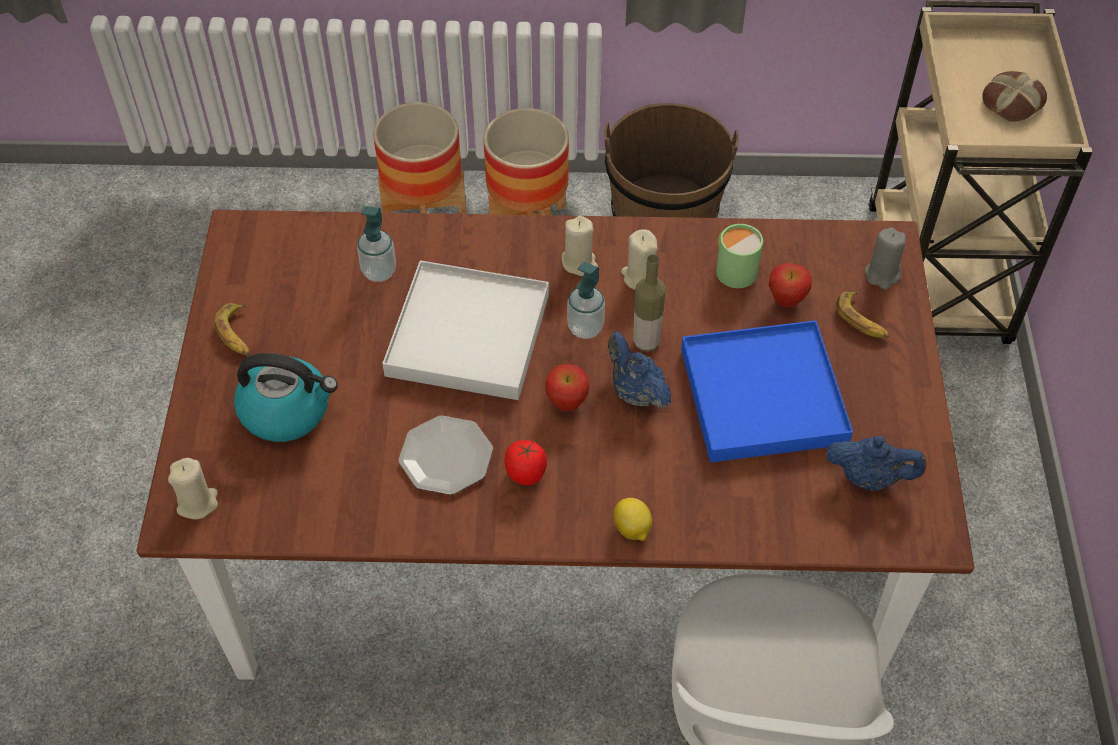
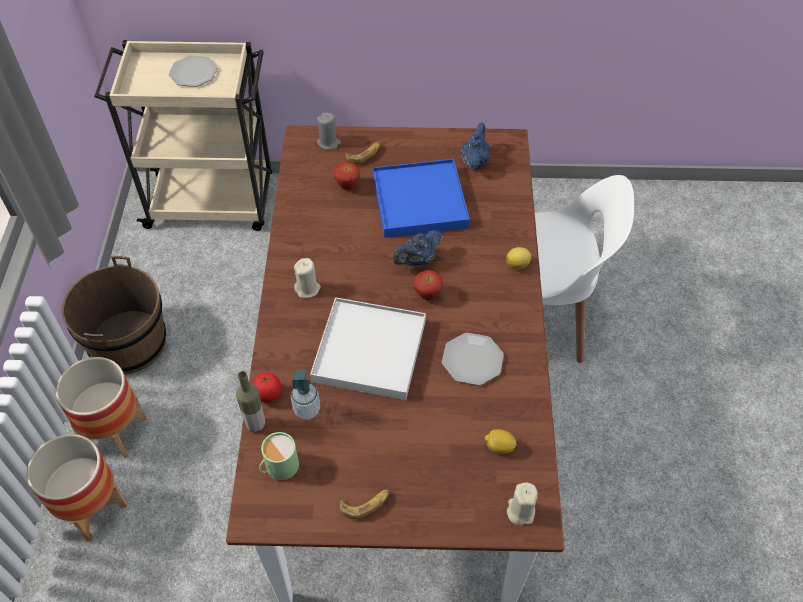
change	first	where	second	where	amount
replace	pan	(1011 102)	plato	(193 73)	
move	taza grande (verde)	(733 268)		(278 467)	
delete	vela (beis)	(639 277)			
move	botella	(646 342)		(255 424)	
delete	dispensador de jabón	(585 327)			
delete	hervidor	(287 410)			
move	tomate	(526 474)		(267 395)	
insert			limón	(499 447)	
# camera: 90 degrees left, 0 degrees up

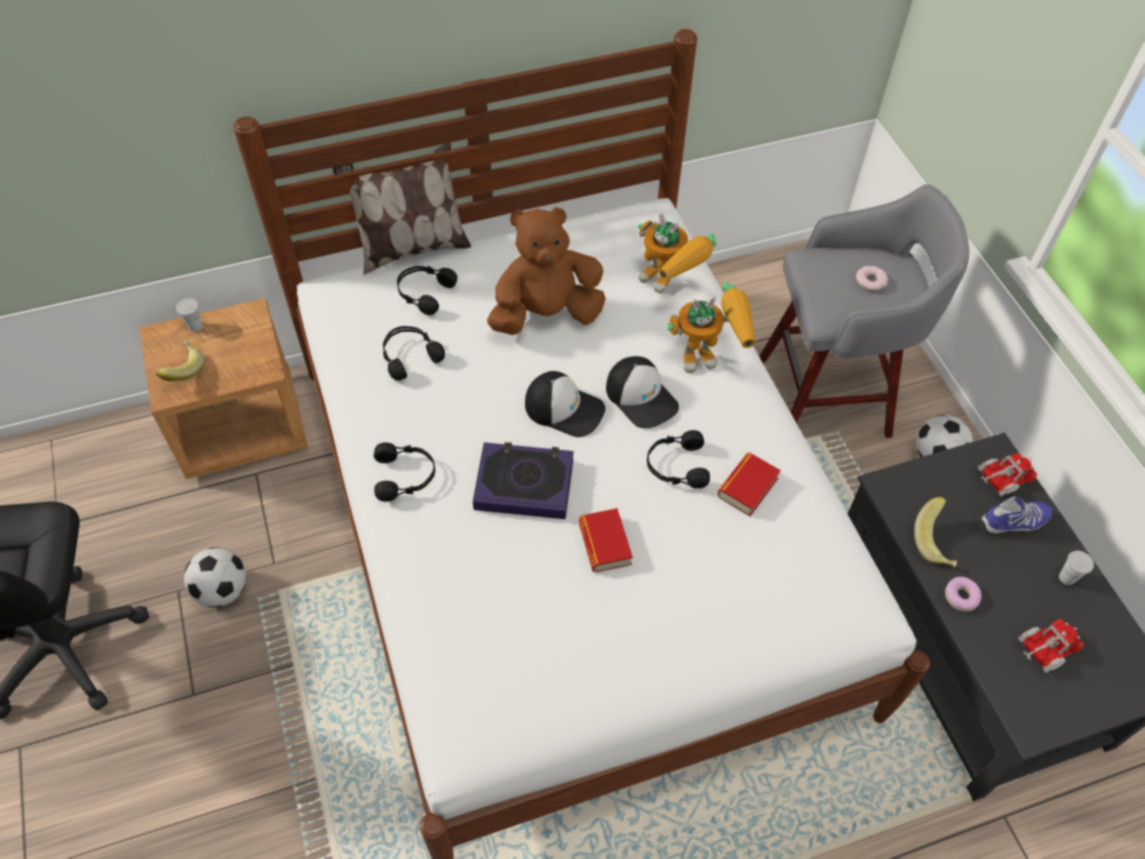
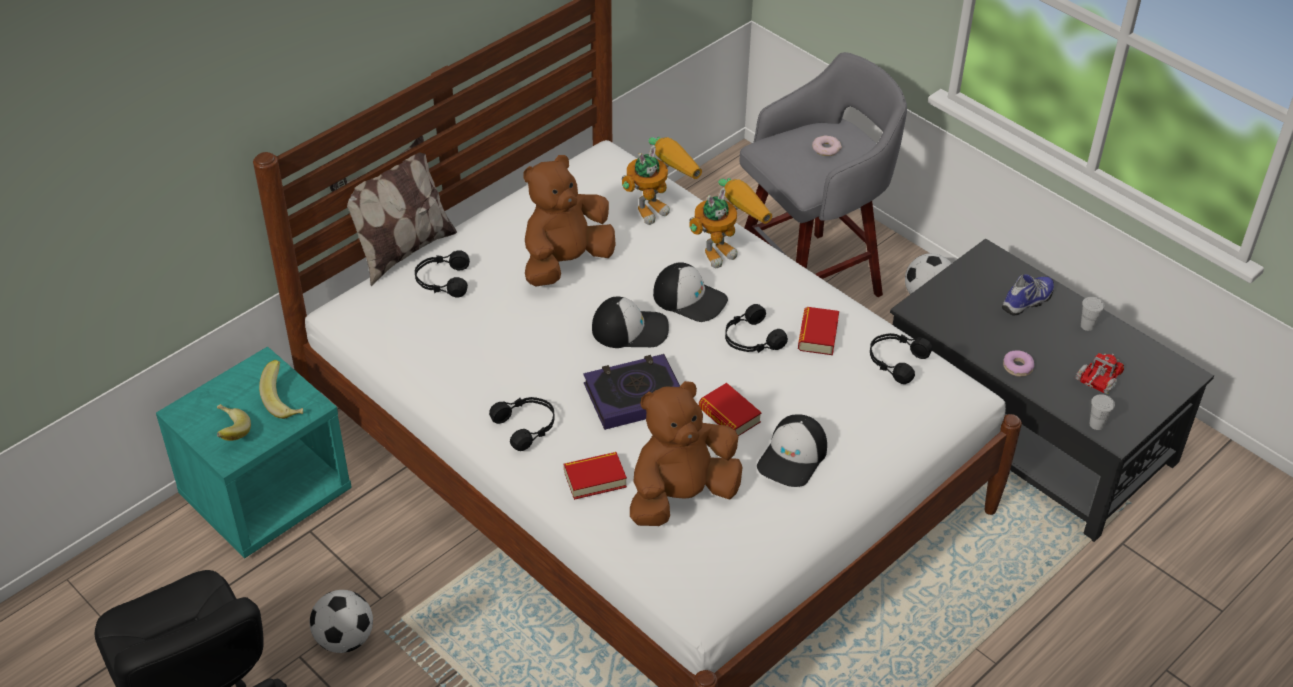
change	first	where	second	where	amount
rotate	robot de juguete	(670 284)		(658 205)	60 degrees counterclockwise
recolor	mesita de noche (marrón)	(242 426)	mesita de noche (turquesa)	(267 495)	
move	taza (blanco)	(195 326)		(1096 424)	
move	auriculares (negro)	(409 356)		(895 361)	
delete	camión de juguete	(1001 479)			
move	plátano	(936 542)		(286 402)	
insert			peluche (marrón)	(681 496)	
insert			gorra	(793 457)	
insert			libro	(595 479)	
# camera: 25 degrees left, 10 degrees down

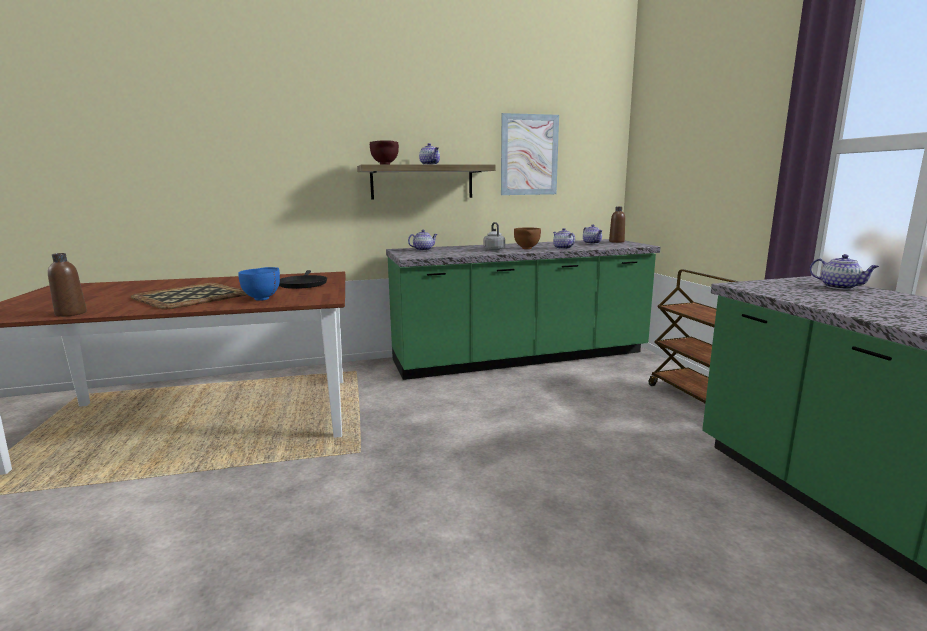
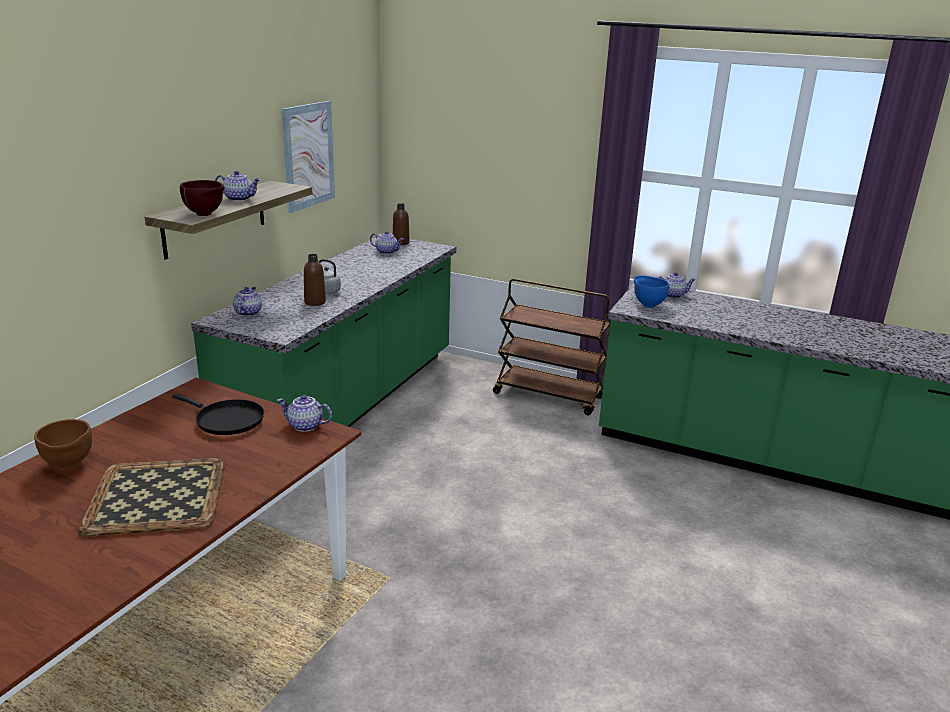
change	first	where	second	where	amount
move	cuenco (marrón)	(526 248)		(69 465)	
move	tetera	(562 248)		(304 426)	
move	botella (marrón)	(71 313)		(315 302)	
move	cuenco (azul)	(263 298)		(647 305)	
# camera: 50 degrees left, 10 degrees up

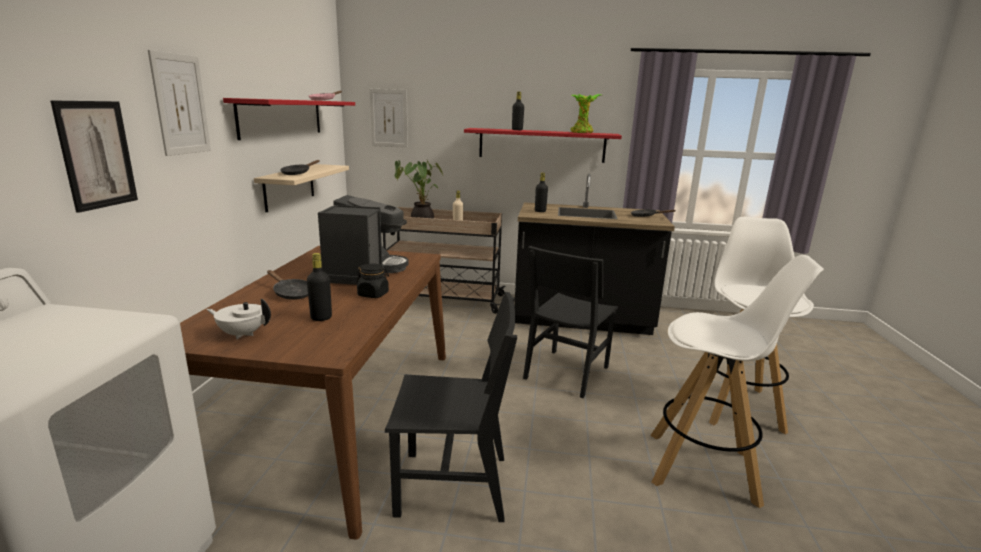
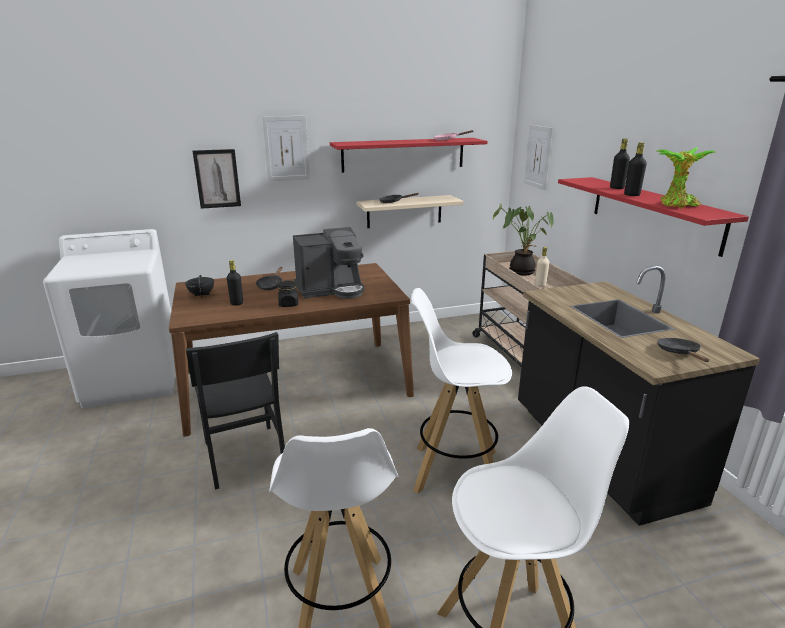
change	first	where	second	where	amount
move	botella (negro)	(540 211)		(631 195)	
replace	silla (negro)	(566 372)	taburete (blanco)	(454 471)	
recolor	tetera (blanco)	(242 334)	tetera (negro)	(202 294)	
# camera: 65 degrees right, 5 degrees up

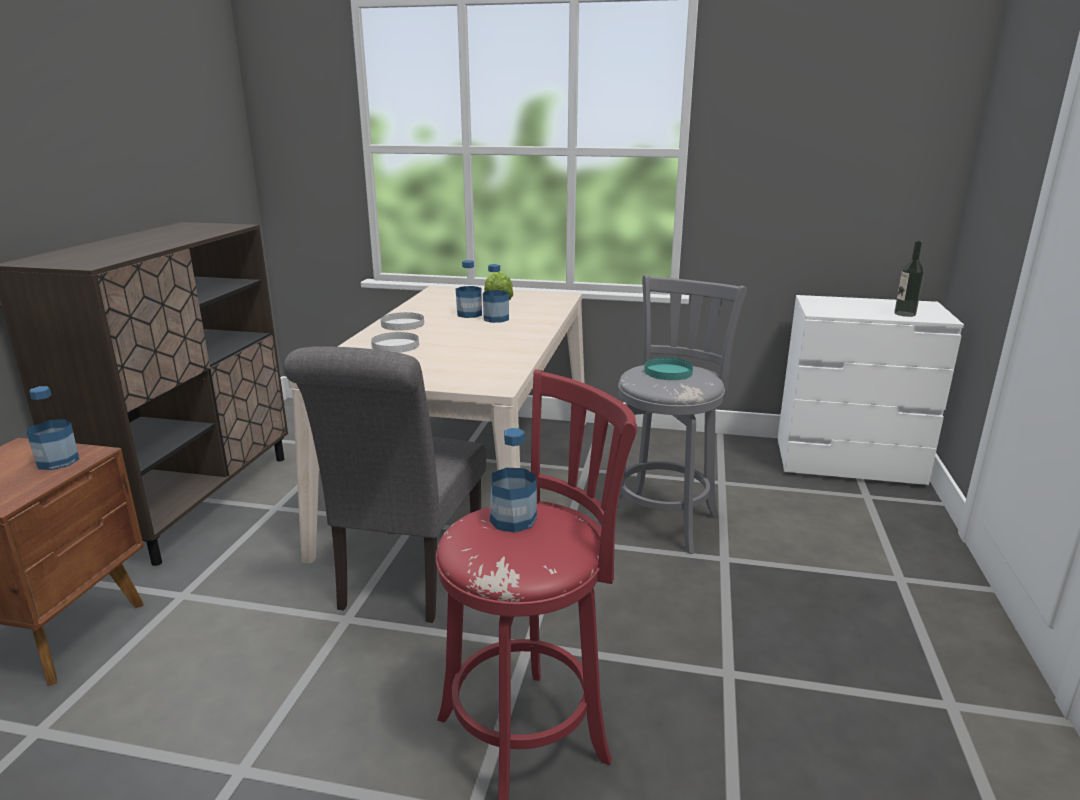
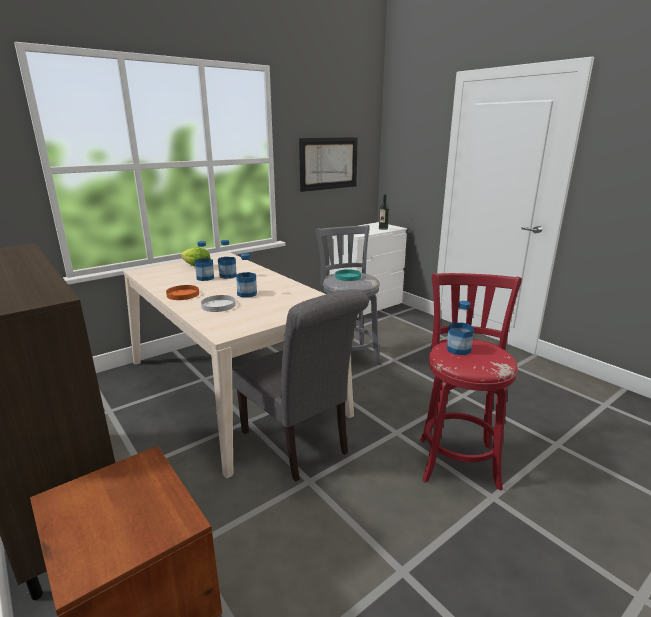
change	first	where	second	where	amount
recolor	plato (blanco)	(402 324)	plato (naranja)	(183 294)	
move	botella	(58 461)		(247 294)	
insert			cuadro	(329 163)	
# camera: 50 degrees left, 0 degrees up

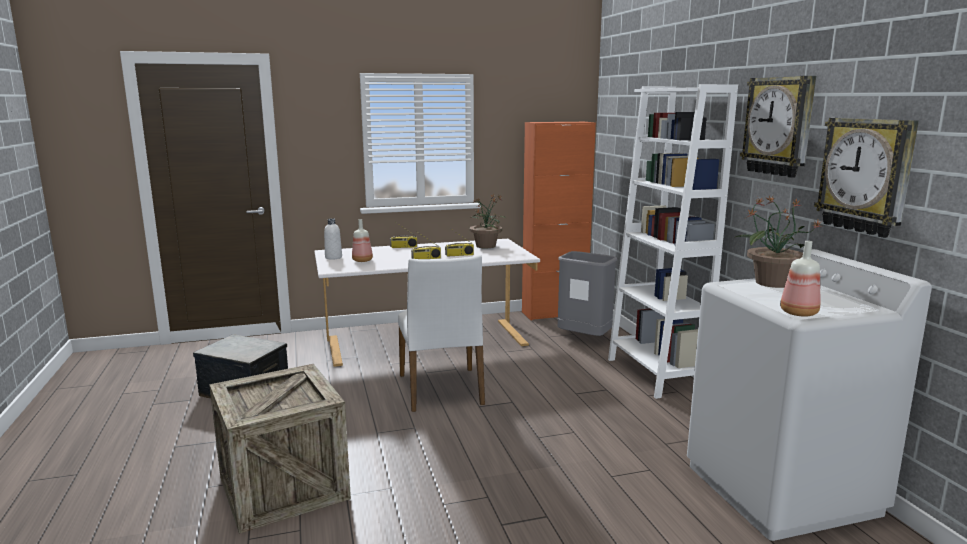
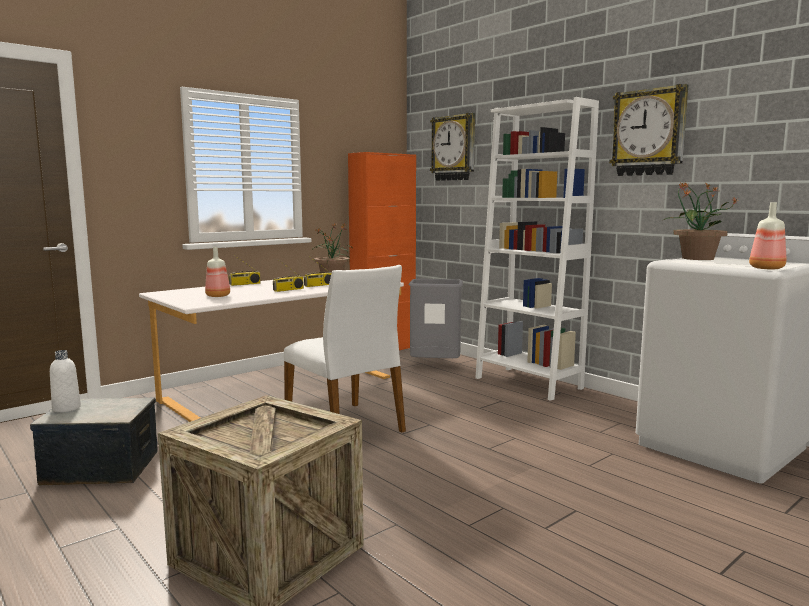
change	first	where	second	where	amount
move	reloj de pared	(866 175)		(454 148)	
move	botella (blanco)	(333 257)		(66 408)	
# camera: 25 degrees left, 5 degrees down

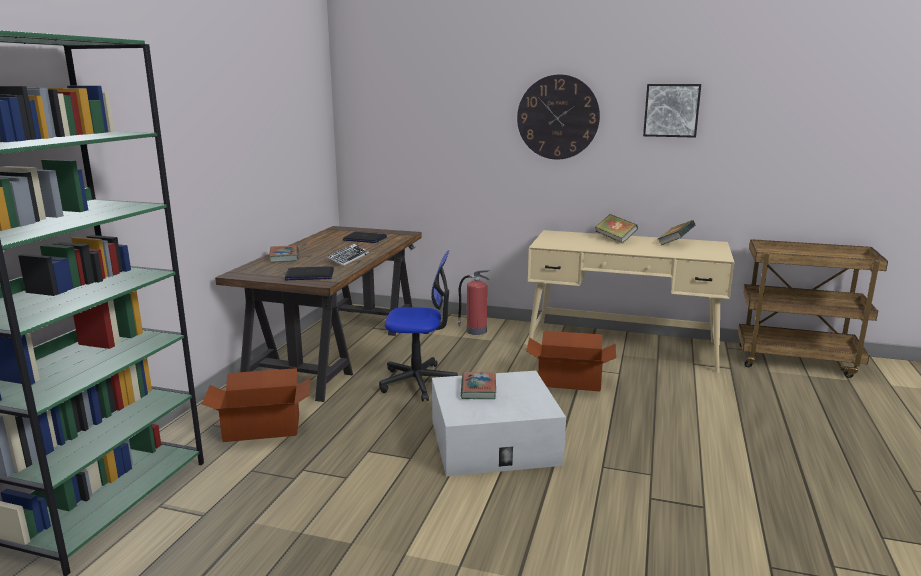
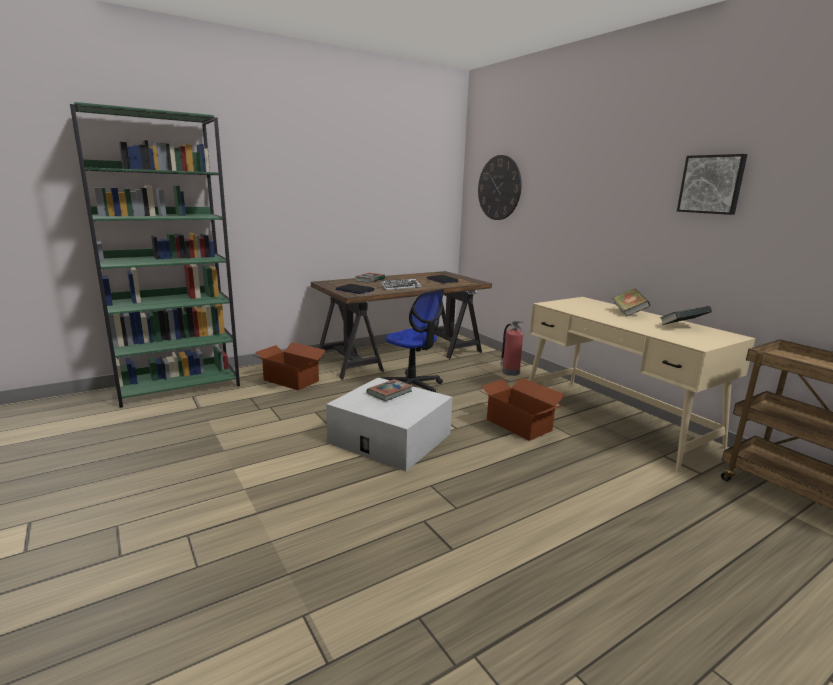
change	first	where	second	where	amount
move	reloj de pared	(558 117)		(499 188)	
# camera: 40 degrees right, 0 degrees up

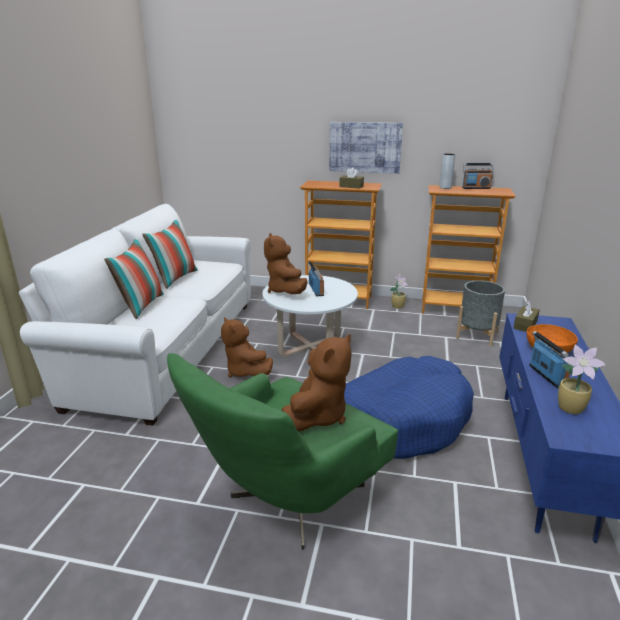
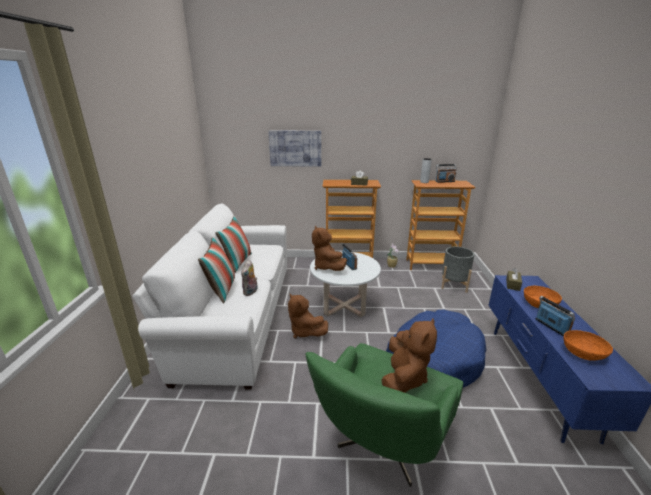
change	first	where	second	where	amount
move	cuadro	(365 147)		(295 148)	
replace	planta en maceta	(571 409)	cuenco (naranja)	(583 353)	
insert			peluche	(251 292)	
# camera: 10 degrees left, 0 degrees up

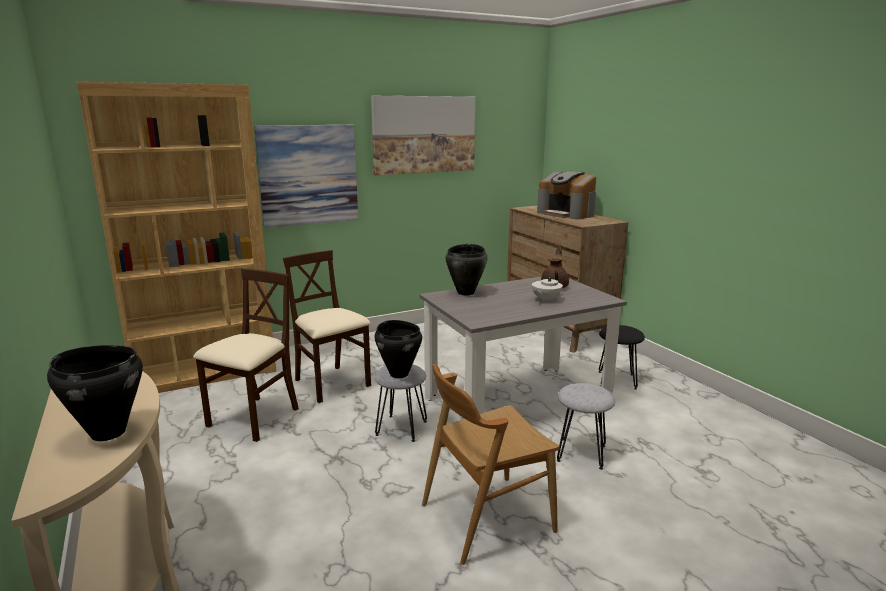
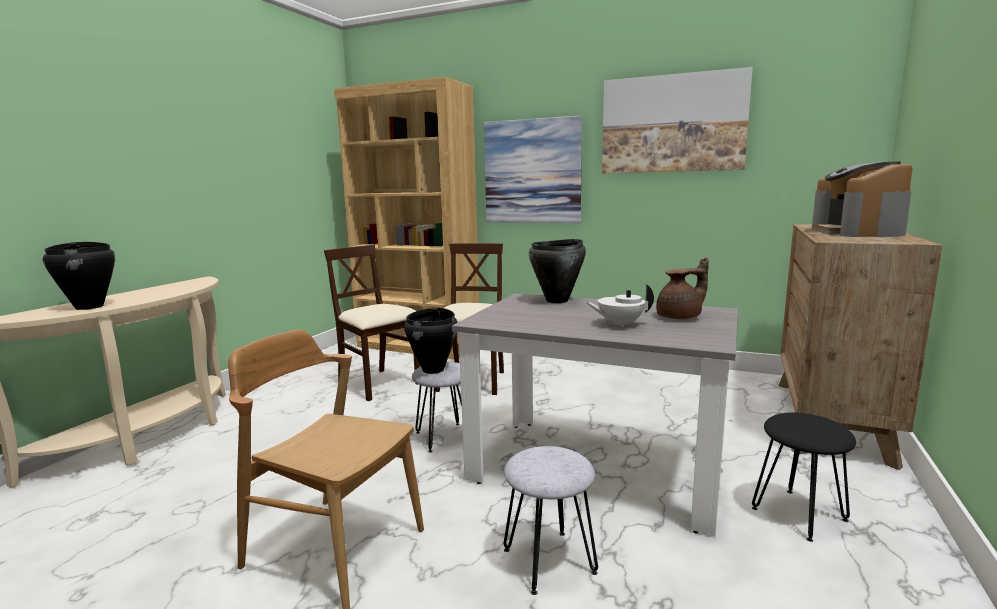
change	first	where	second	where	amount
rotate	silla (beis)	(254 418)		(378 384)	120 degrees counterclockwise
# camera: 50 degrees right, 5 degrees down

